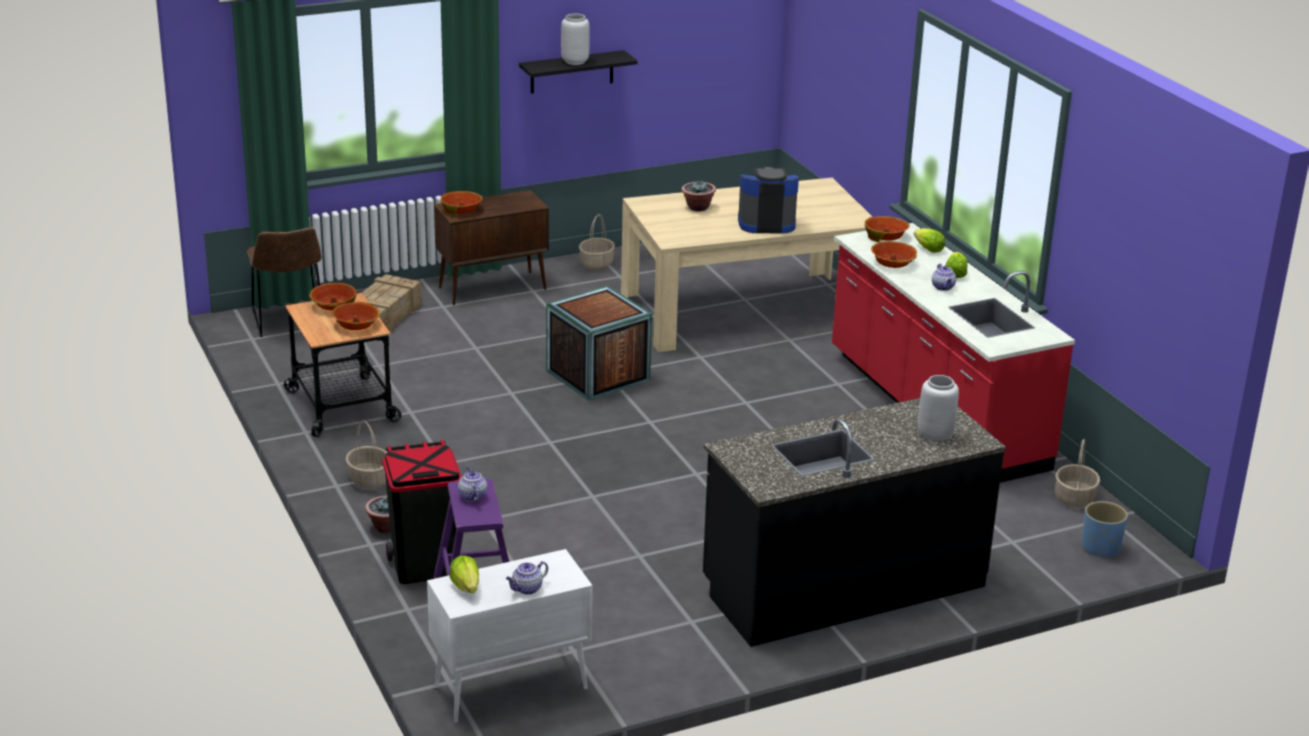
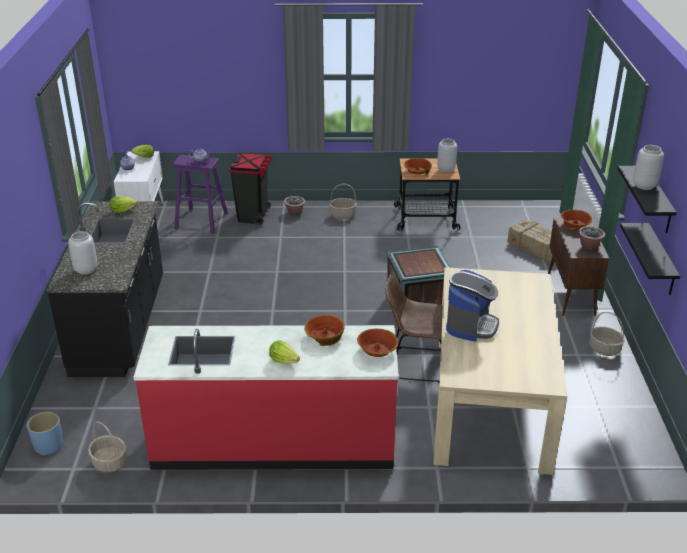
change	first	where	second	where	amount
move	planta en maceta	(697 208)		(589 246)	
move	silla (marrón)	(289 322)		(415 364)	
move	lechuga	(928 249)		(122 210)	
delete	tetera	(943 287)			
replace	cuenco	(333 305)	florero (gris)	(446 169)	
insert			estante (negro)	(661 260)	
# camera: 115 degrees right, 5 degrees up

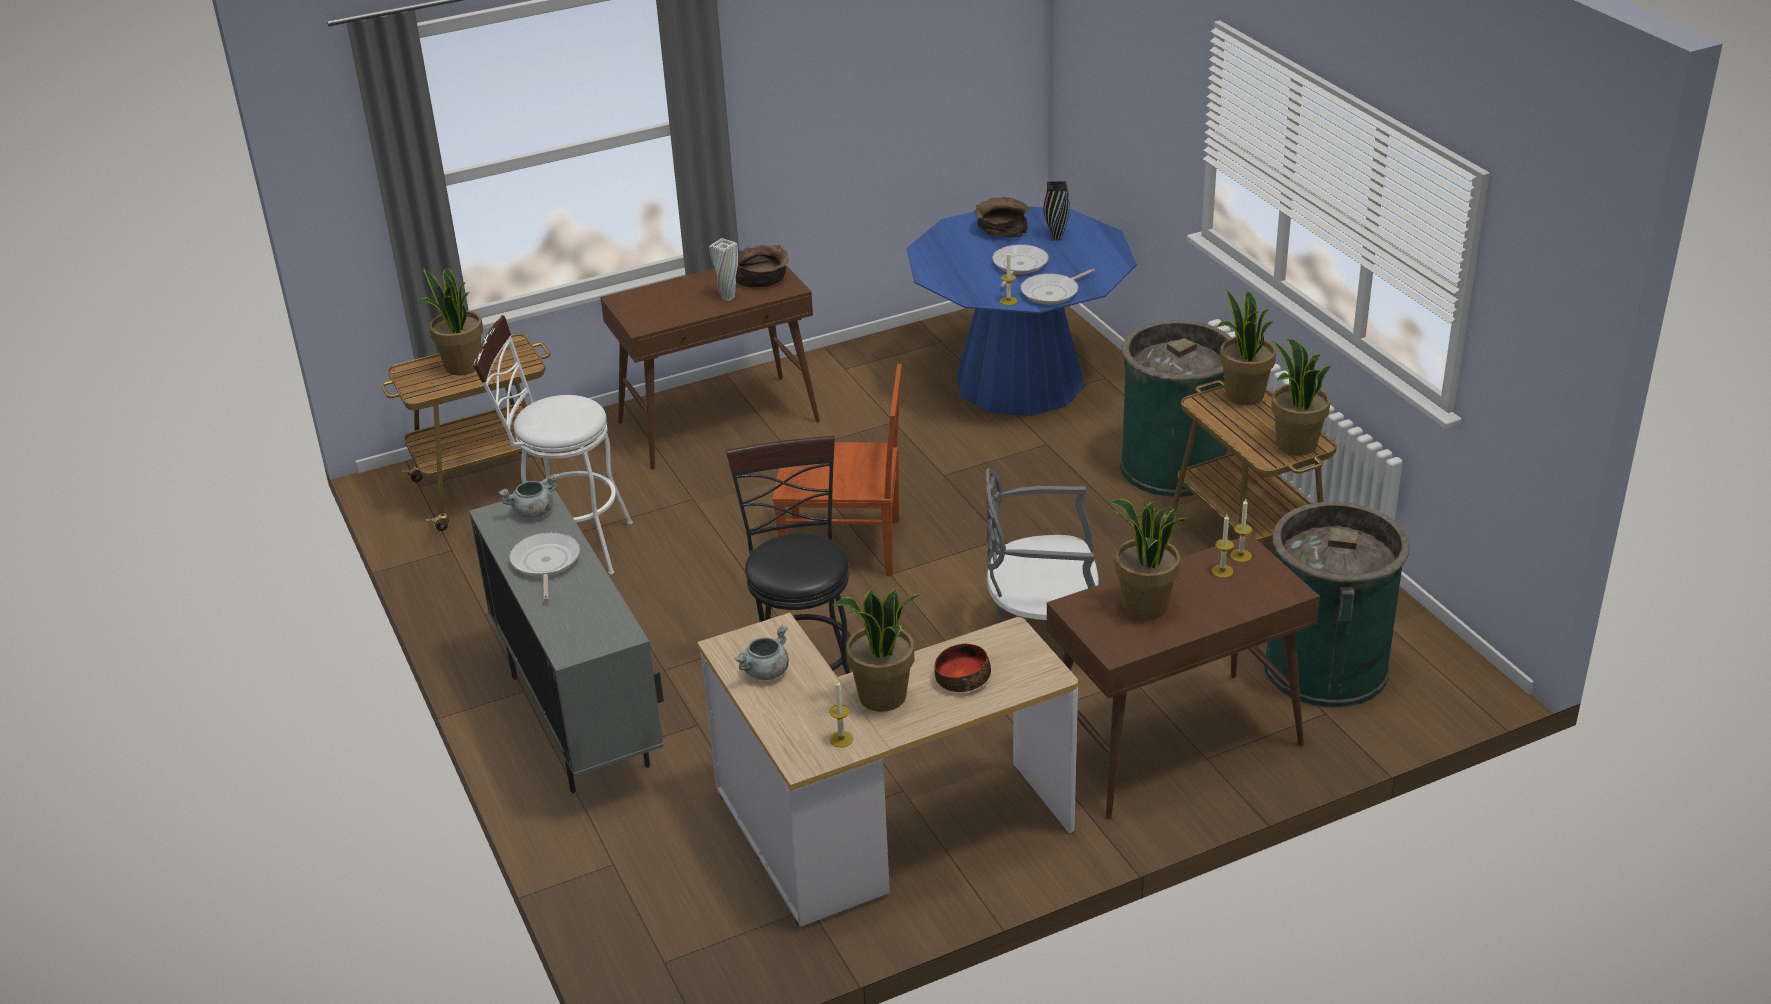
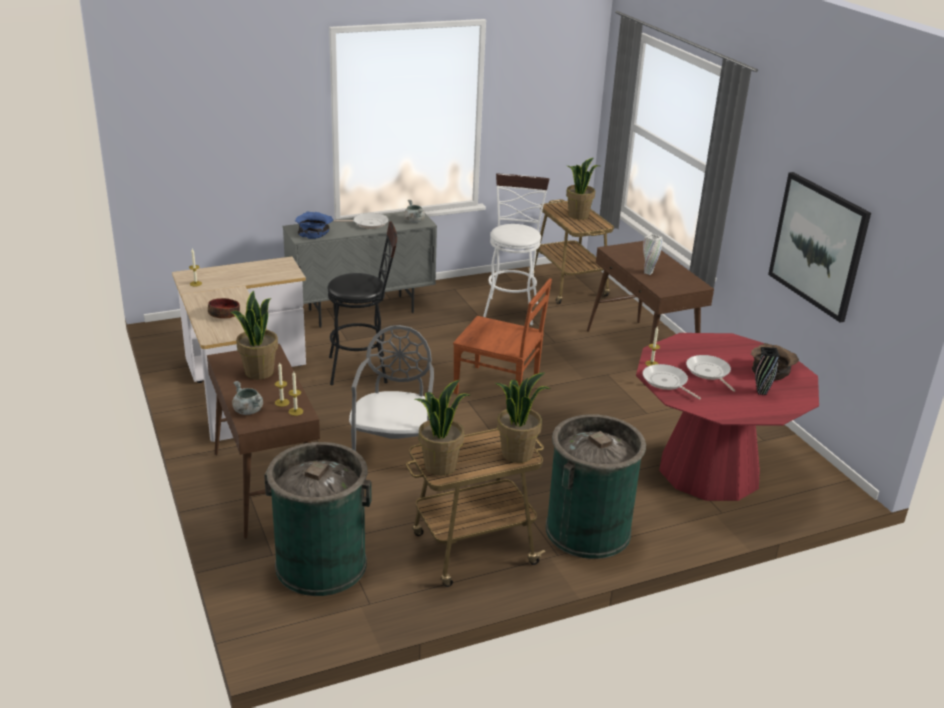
change	first	where	second	where	amount
recolor	mesa de comedor (azul)	(1020 381)	mesa de comedor (rojo)	(709 470)	
rotate	sartén	(1018 266)		(709 372)	135 degrees counterclockwise
delete	cuenco (marrón)	(762 278)			
rotate	silla (marrón)	(845 547)		(498 388)	75 degrees counterclockwise
delete	planta en maceta	(882 697)			
move	olla (gris)	(766 672)		(248 410)	
insert			cuadro	(818 245)	
insert			cuenco (azul)	(314 232)	
# camera: 90 degrees right, 5 degrees down

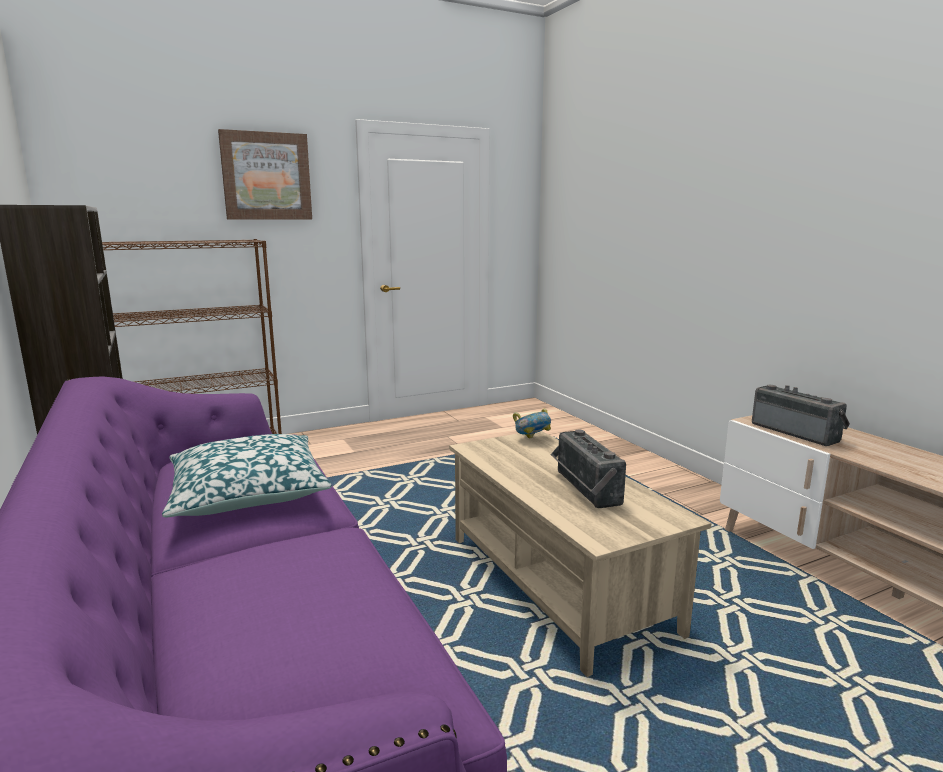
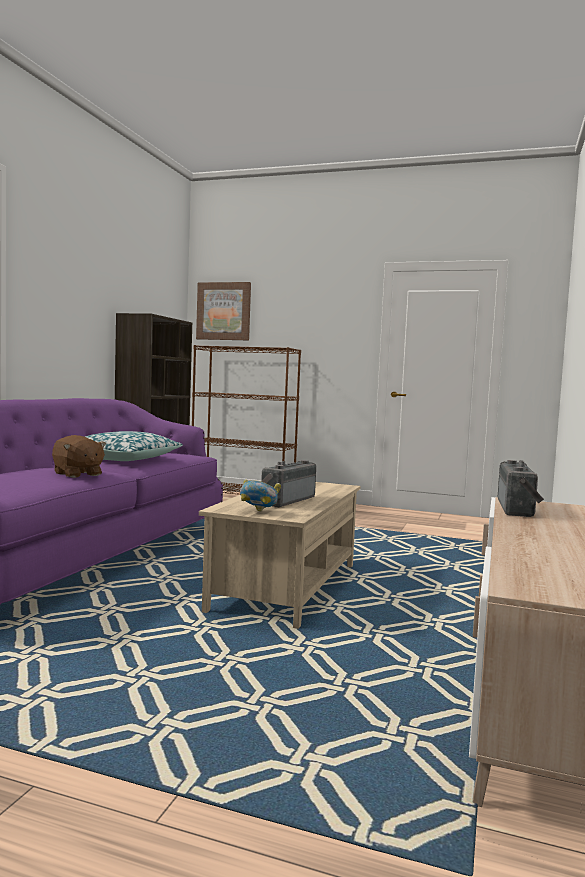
change	first	where	second	where	amount
move	cuadro	(266 176)		(224 311)	
move	cuenco	(532 439)		(258 512)	
insert			peluche (marrón)	(77 474)	
# camera: 45 degrees right, 10 degrees down

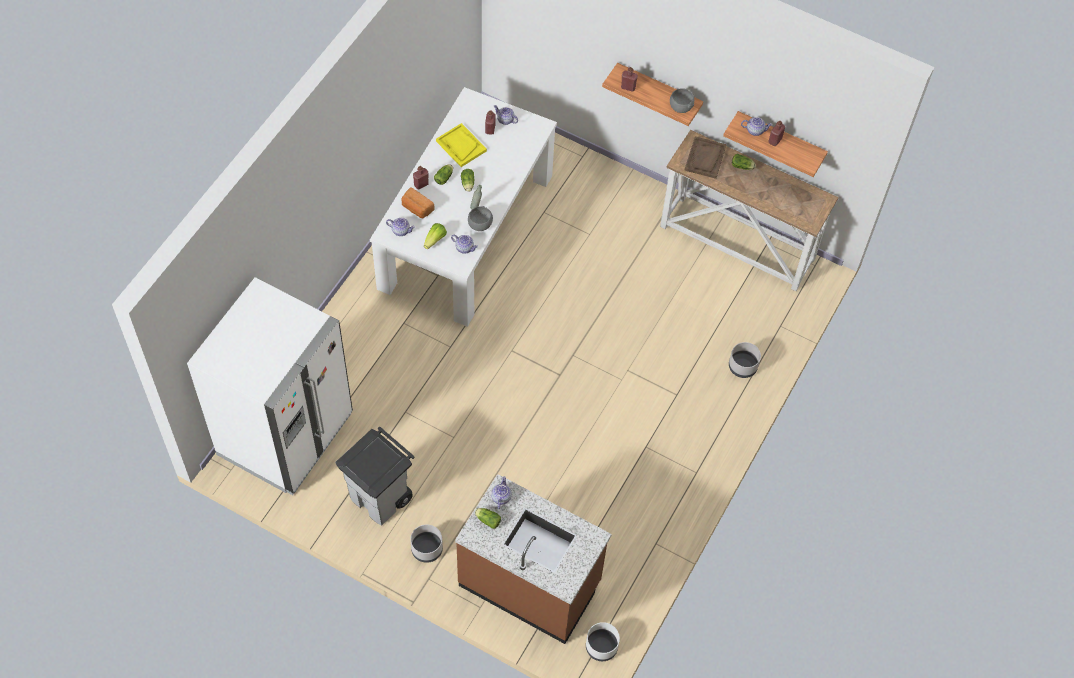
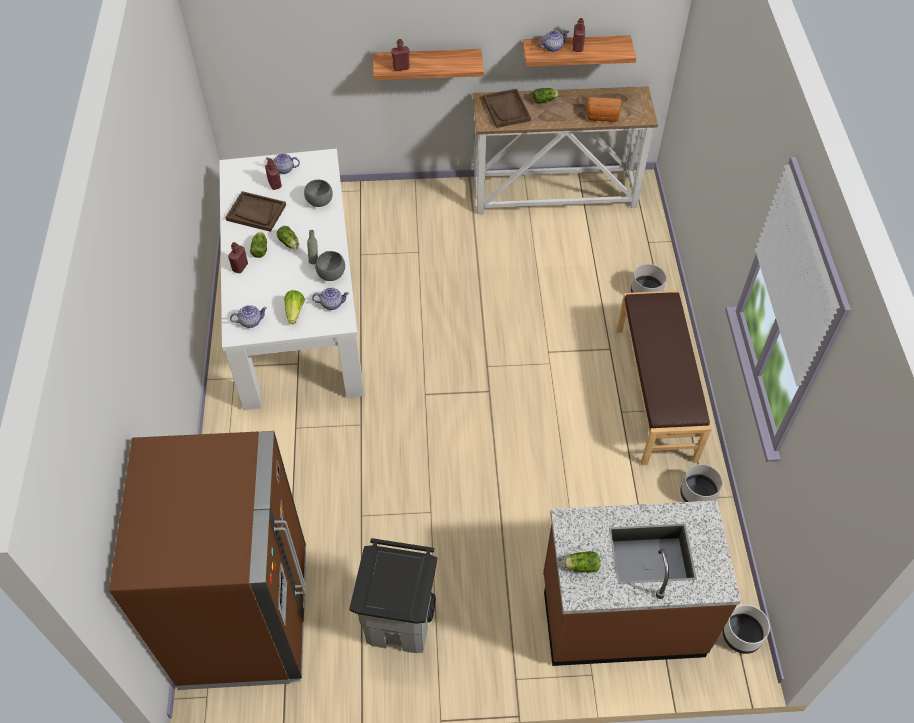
change	first	where	second	where	amount
move	cuenco (gris)	(680 107)		(319 201)	
recolor	bandeja (amarillo)	(461 146)	bandeja (marrón)	(256 212)	
move	pan	(417 208)		(602 117)	
recolor	nevera (blanco)	(286 435)	nevera (marrón)	(246 617)	
delete	tetera	(501 497)			
move	maceta (gris)	(426 549)		(697 495)	
insert			banco (marrón)	(656 393)	
# camera: 30 degrees left, 5 degrees down

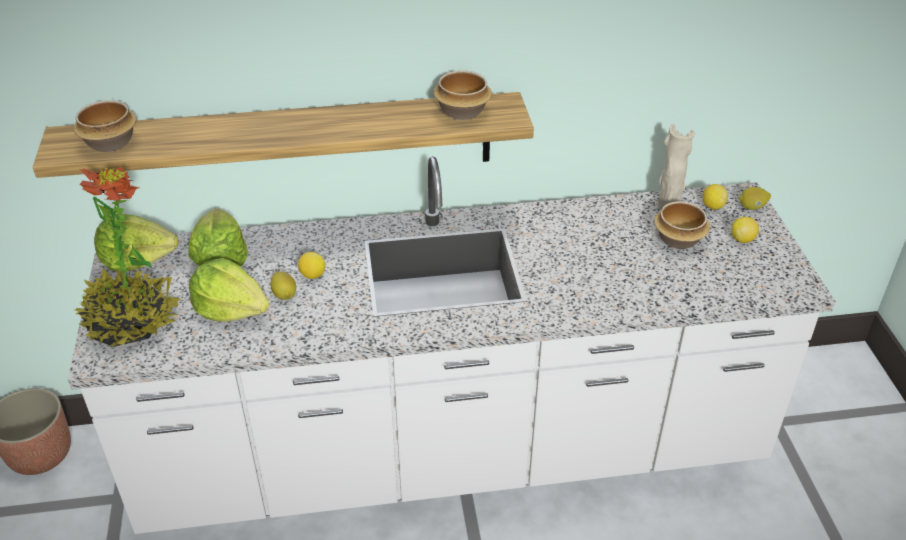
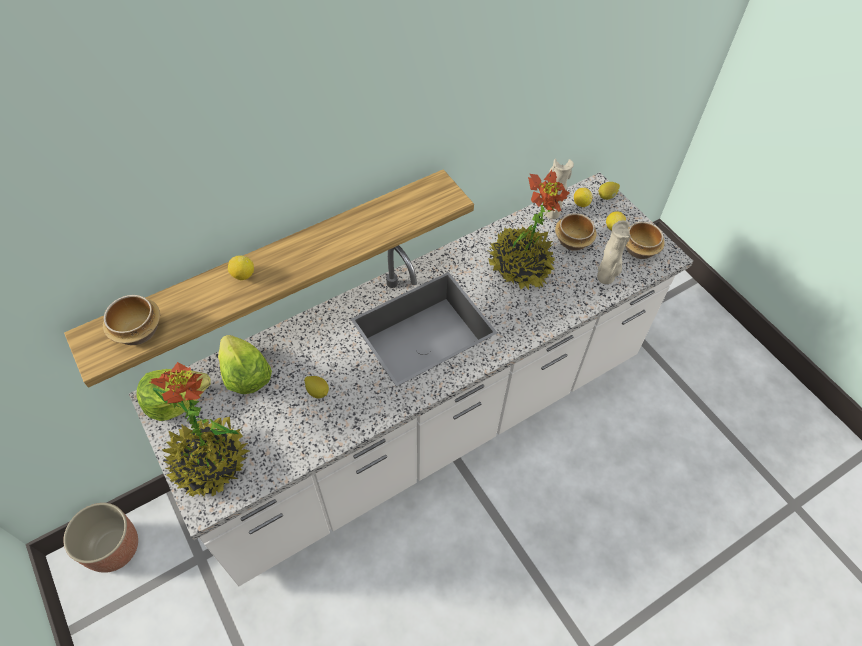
change	first	where	second	where	amount
move	cuenco	(461 111)		(638 250)	
move	limón	(312 275)		(243 275)	
delete	lechuga	(231 309)			
insert			planta en maceta	(520 266)	
insert			florero (beis)	(606 278)	
# camera: 25 degrees left, 15 degrees up

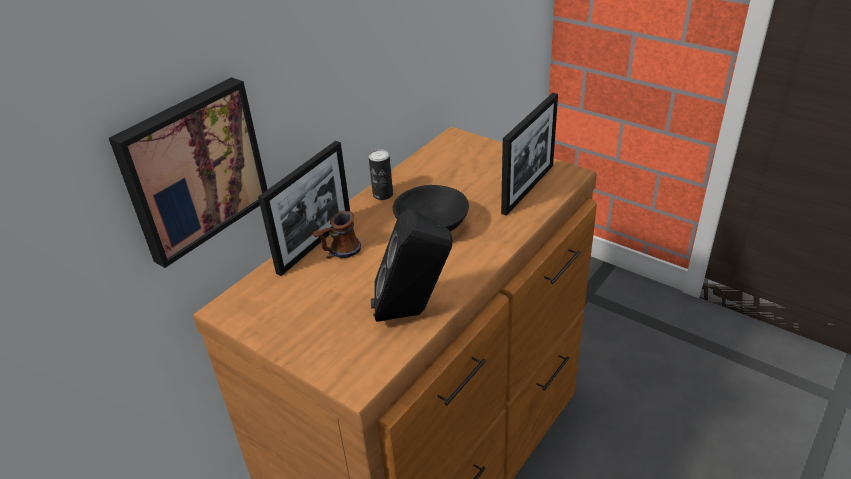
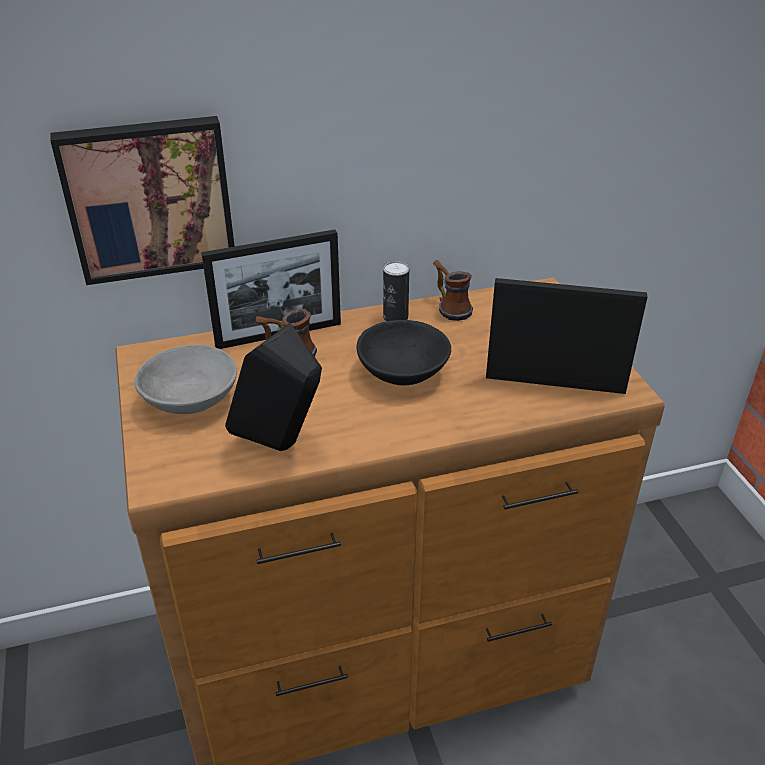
change	first	where	second	where	amount
rotate	portarretratos	(528 188)		(554 383)	150 degrees counterclockwise
insert			taza grande	(449 307)	
insert			cuenco (gris)	(190 400)	
# camera: 35 degrees right, 0 degrees up

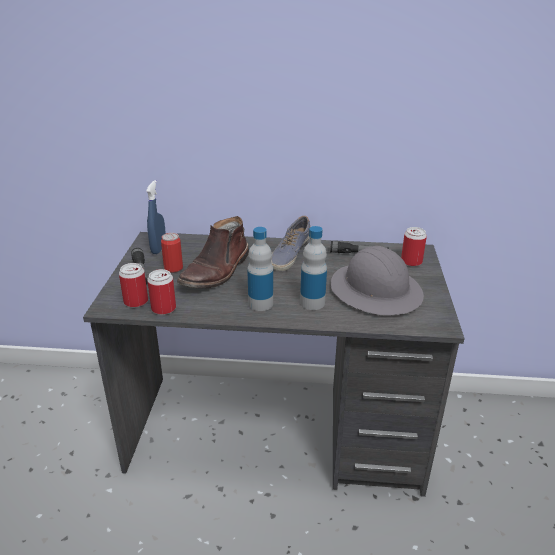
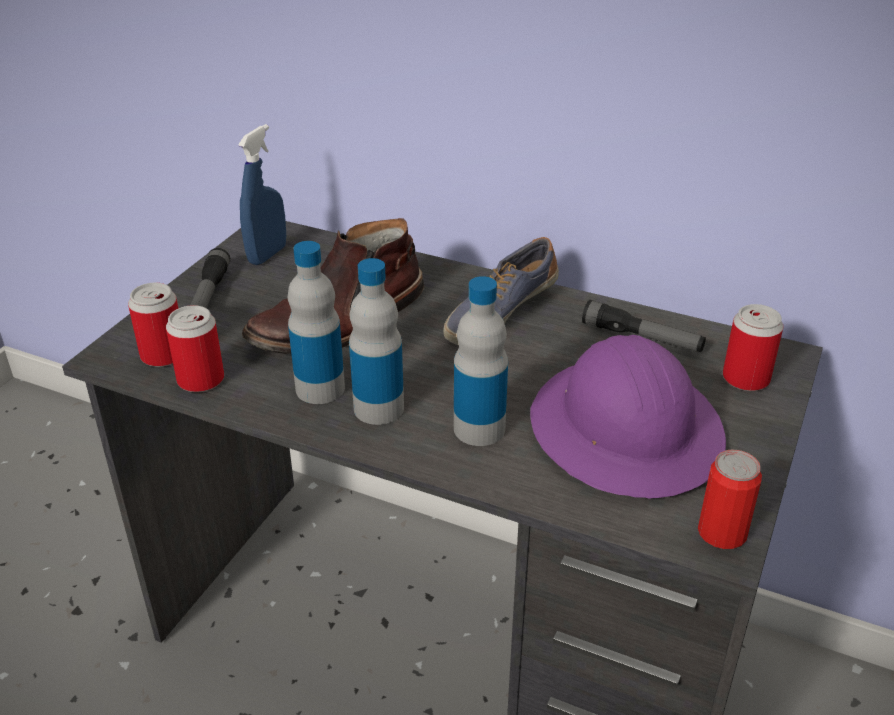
change	first	where	second	where	amount
move	lata	(173 268)		(722 533)	
recolor	casco (gris)	(376 291)	casco (morado)	(626 430)	
insert			botella	(320 388)	
# camera: 20 degrees right, 5 degrees up

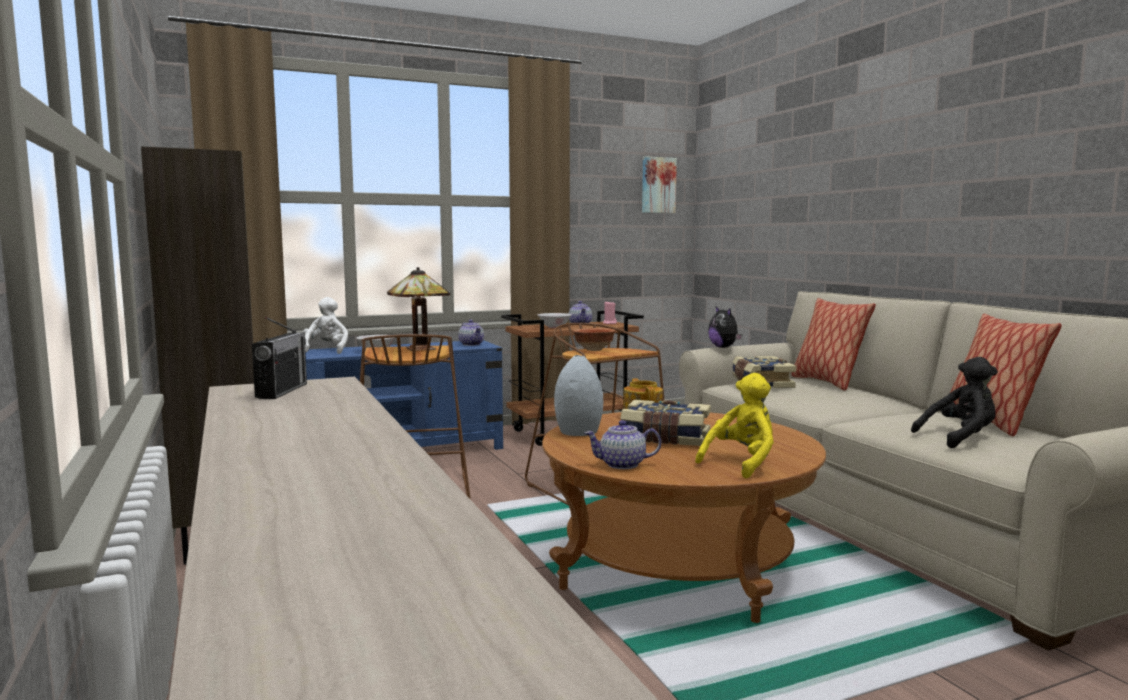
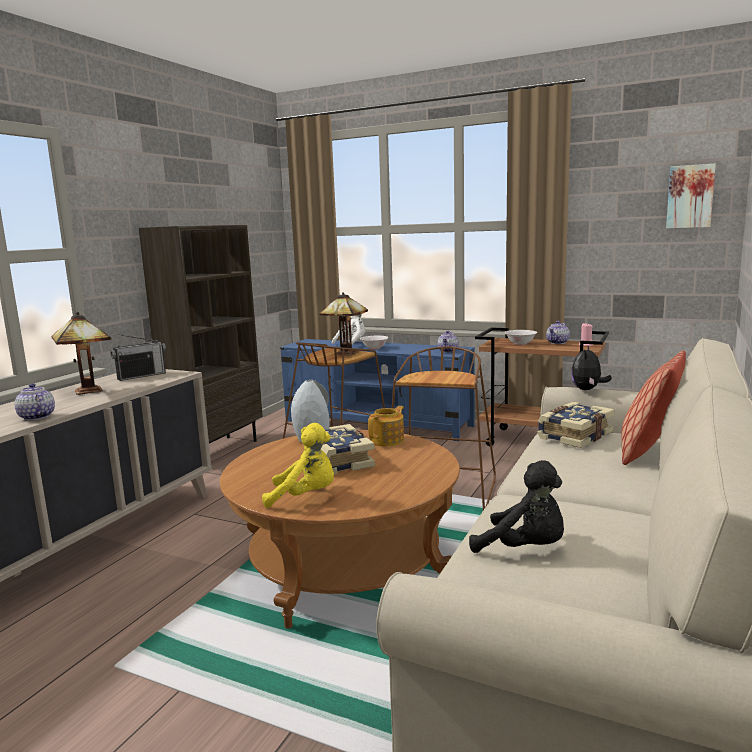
change	first	where	second	where	amount
delete	cojín	(991 423)			
delete	cuenco	(593 350)			
move	tetera	(622 465)		(36 417)	
insert			lámpara de mesa	(87 390)	
# camera: 50 degrees right, 5 degrees up

